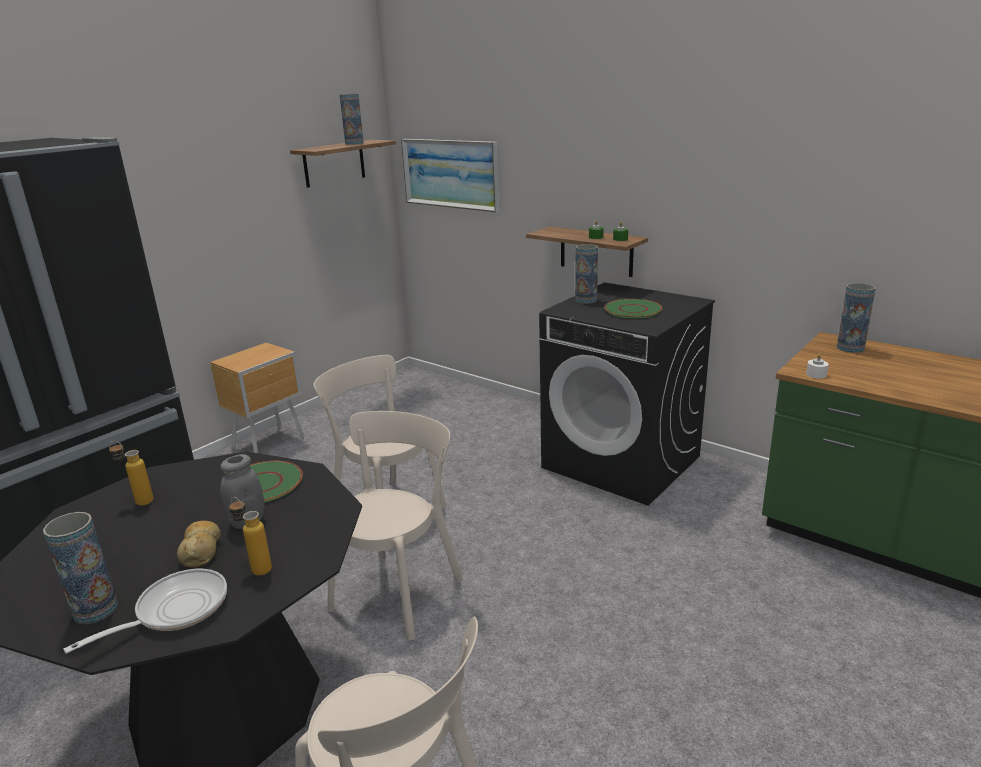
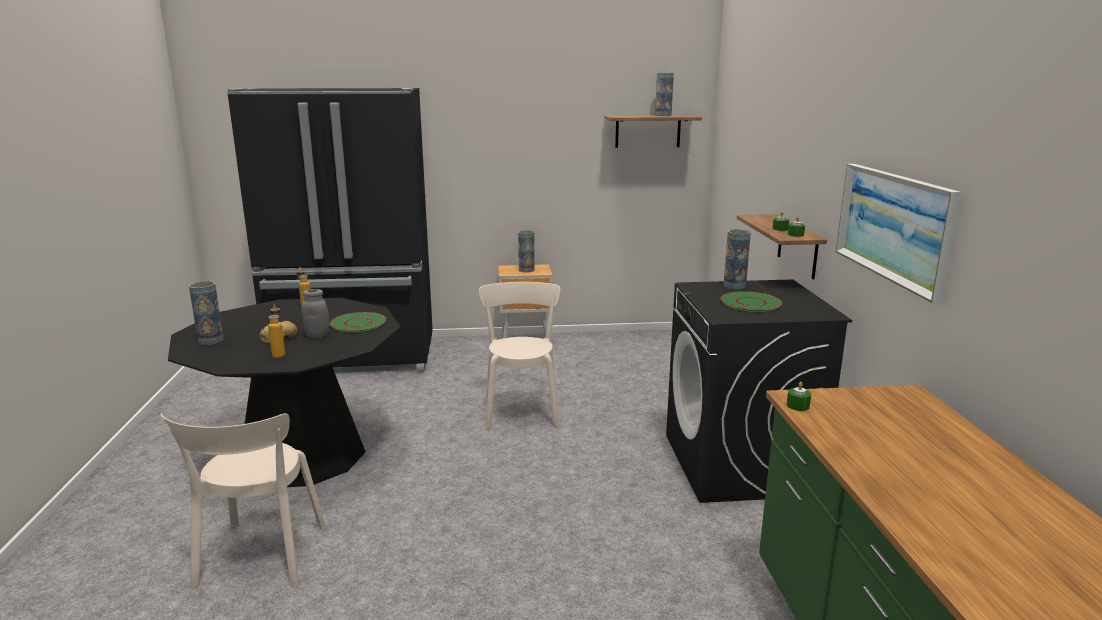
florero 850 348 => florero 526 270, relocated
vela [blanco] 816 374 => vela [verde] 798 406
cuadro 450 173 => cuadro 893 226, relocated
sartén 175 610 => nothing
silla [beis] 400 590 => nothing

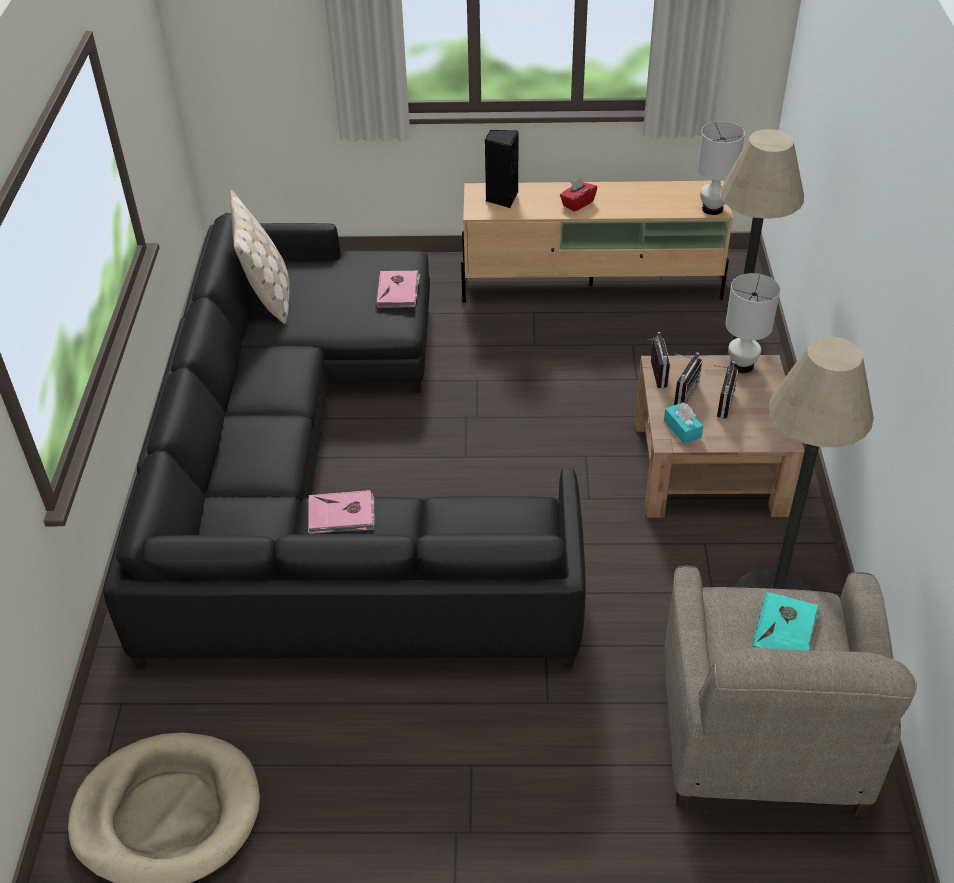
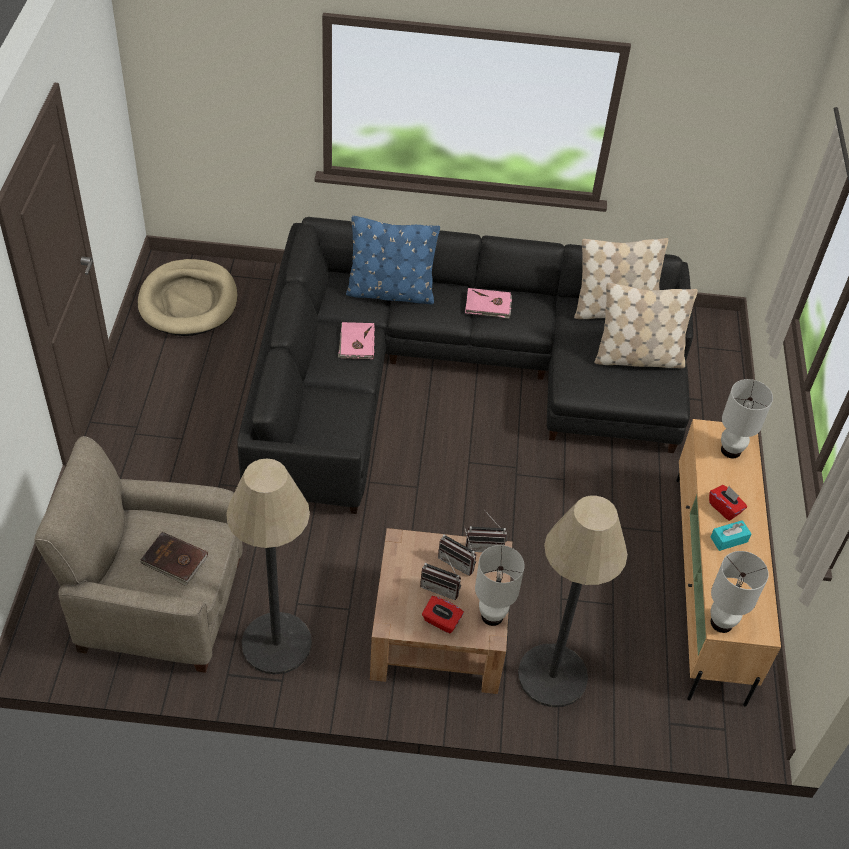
libro [turquesa] 786 630 => libro [marrón] 174 560
nothing => cojín [azul] 390 292
nothing => caja de pañuelos [rojo] 441 621
libro [rosa] 398 291 => libro [rosa] 488 305, relocated
nothing => cojín [beis] 638 357
caja de pañuelos [turquesa] 682 429 => caja de pañuelos [turquesa] 729 539, relocated
altavoz [negro] 501 198 => lámpara de mesa [blanco] 731 450

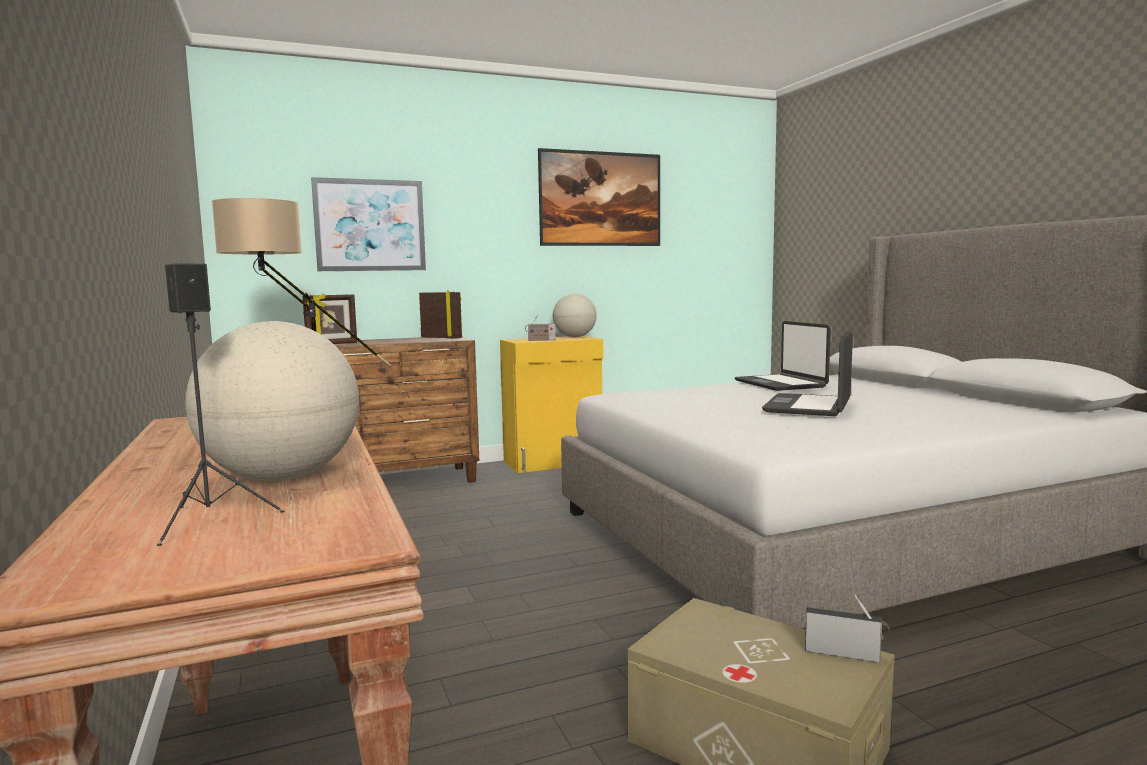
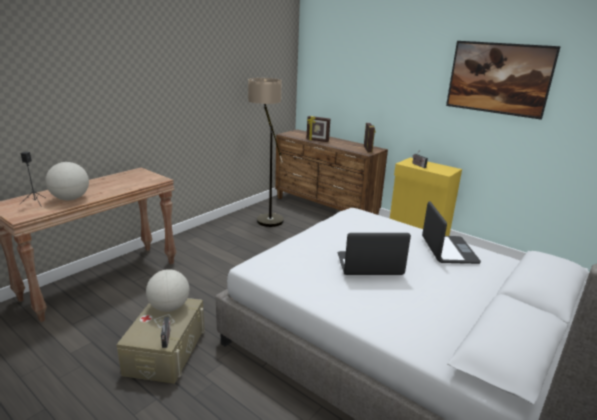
globo terráqueo 574 337 => globo terráqueo 169 307, relocated
portátil 780 384 => portátil 448 250, 135 degrees clockwise
cuadro 370 225 => nothing

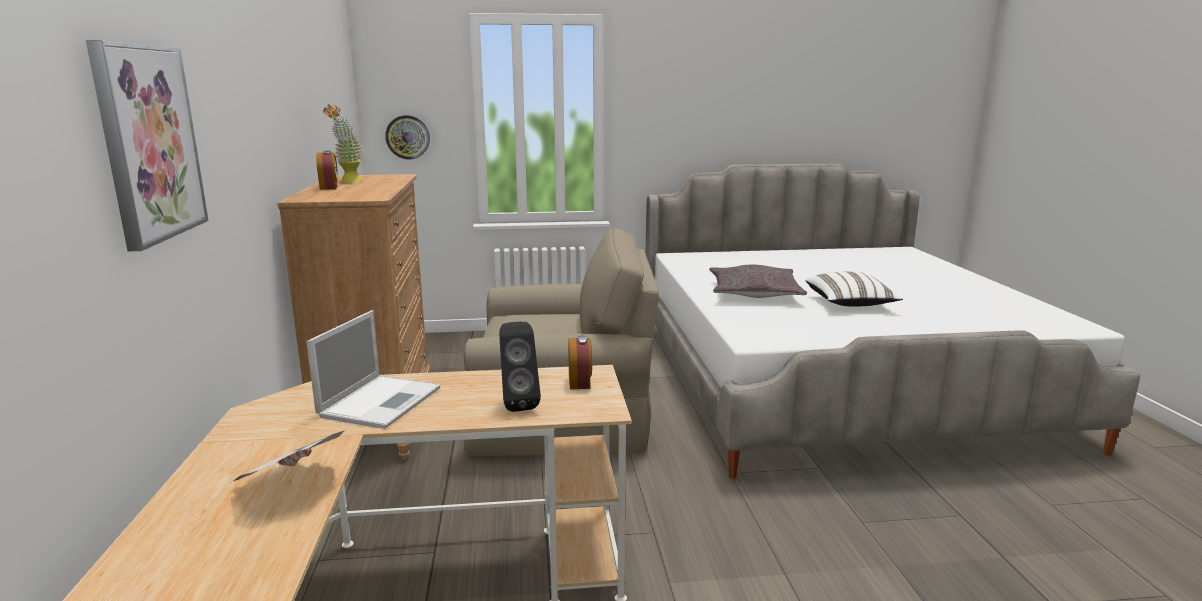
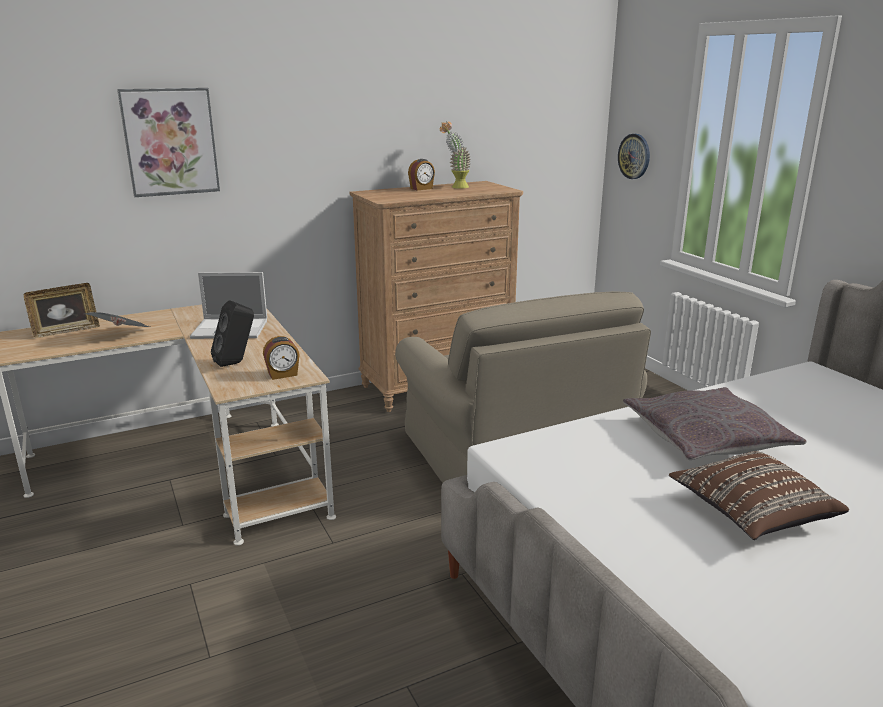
nothing => portarretratos 66 331
cojín [blanco] 850 304 => cojín [marrón] 751 513

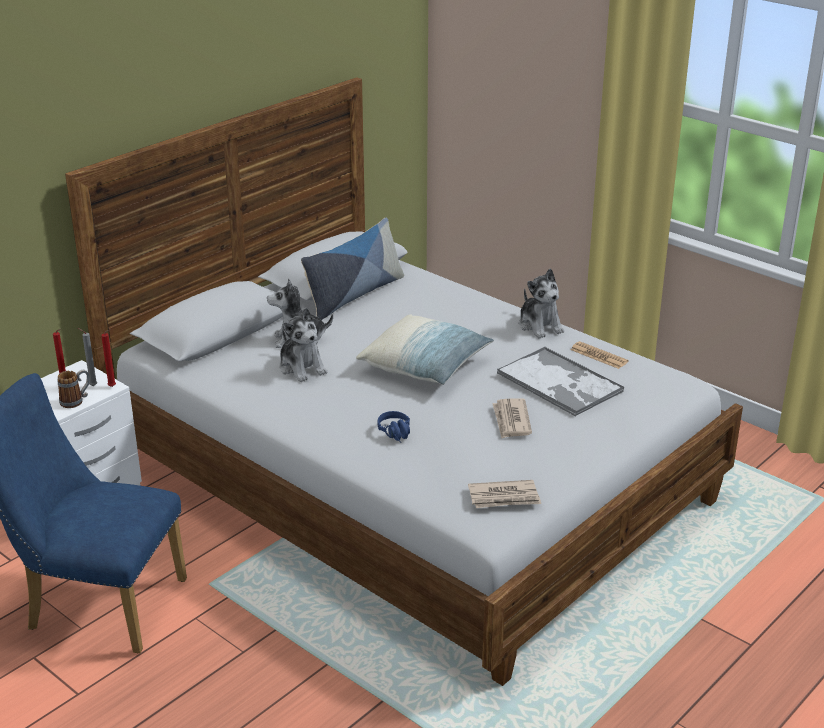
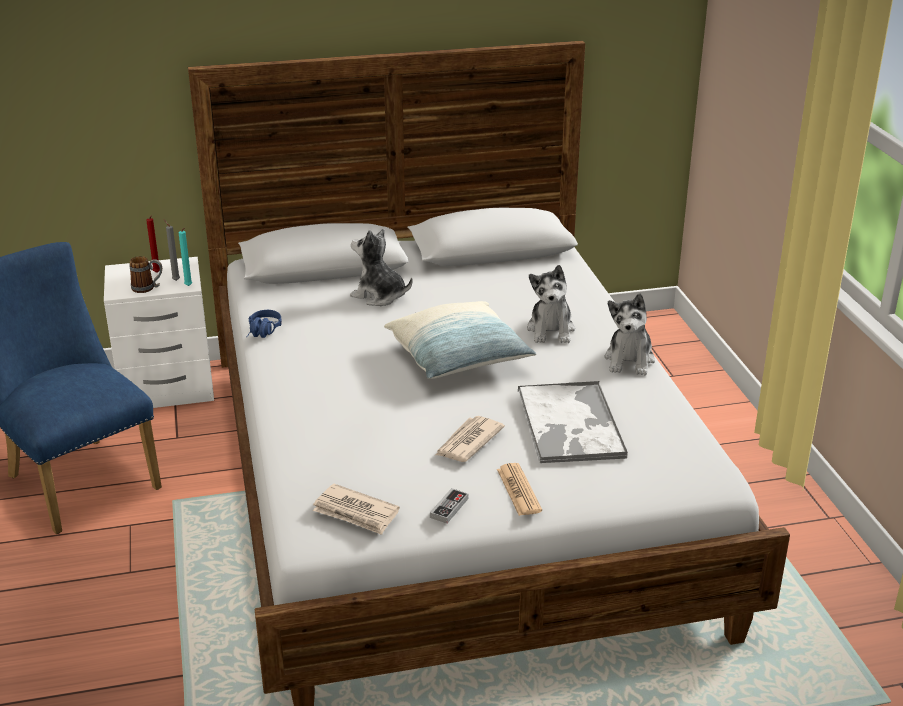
vela [rojo] 113 387 => vela [turquesa] 189 286
auriculares [azul] 397 435 => auriculares [azul] 263 333, relocated
nothing => mando de consola 449 508
periódico 599 356 => periódico 518 490, relocated
peluche 302 367 => peluche 551 330, relocated
cojín 354 295 => nothing

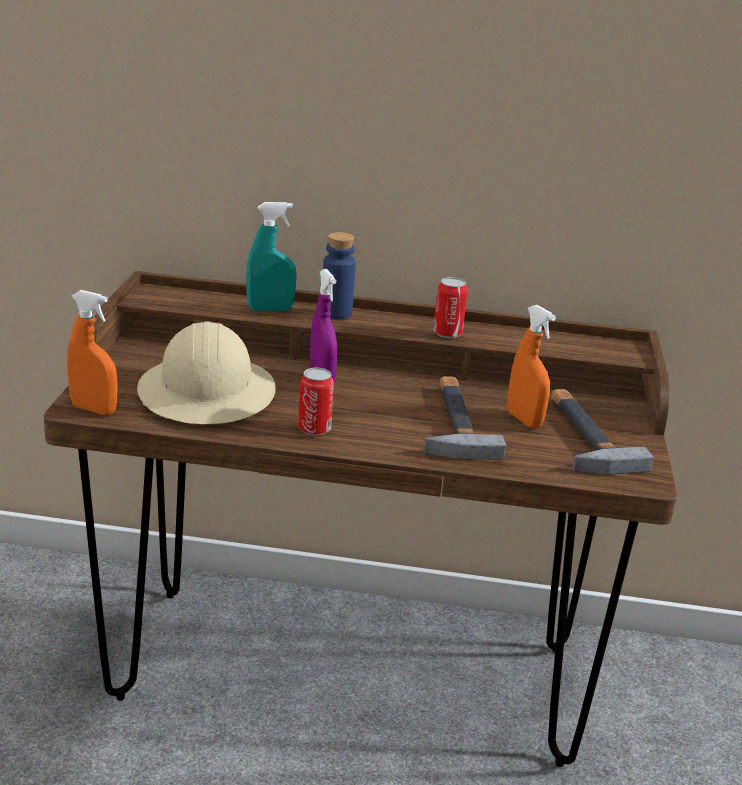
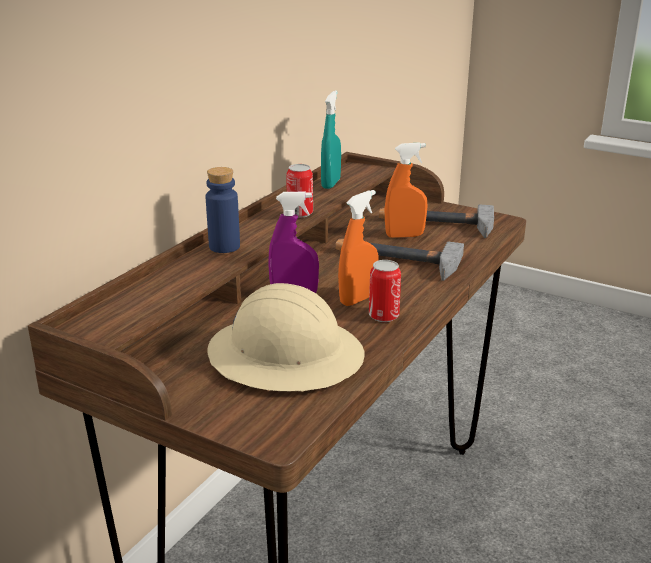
pulverizador [turquesa] 270 309 => pulverizador [turquesa] 331 184, relocated
pulverizador [naranja] 94 409 => pulverizador [naranja] 358 299, relocated

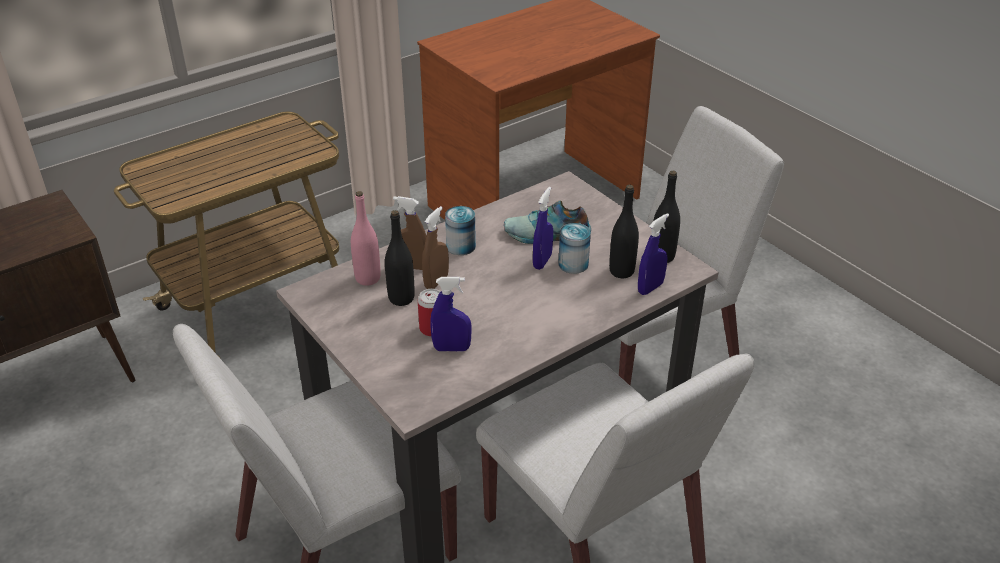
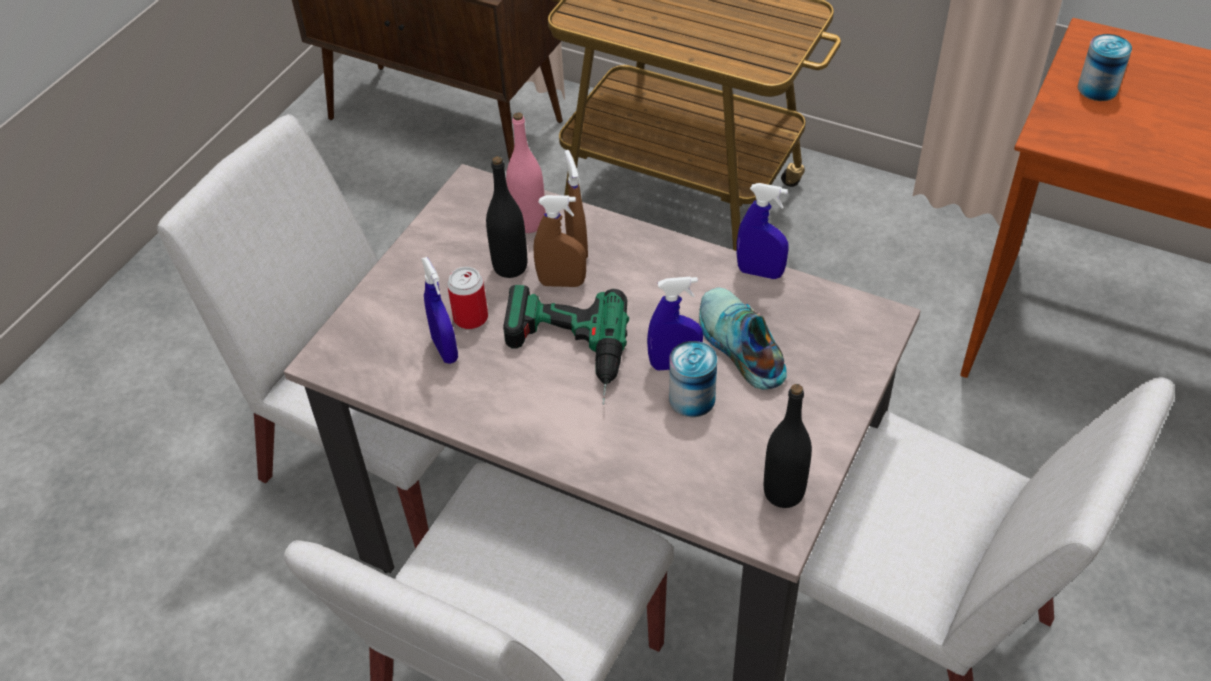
nothing => taladro 564 355
pulverizador [azul] 650 288 => pulverizador [azul] 760 272, relocated
lata 461 246 => lata 1097 89, relocated
botella [negro] 621 271 => nothing

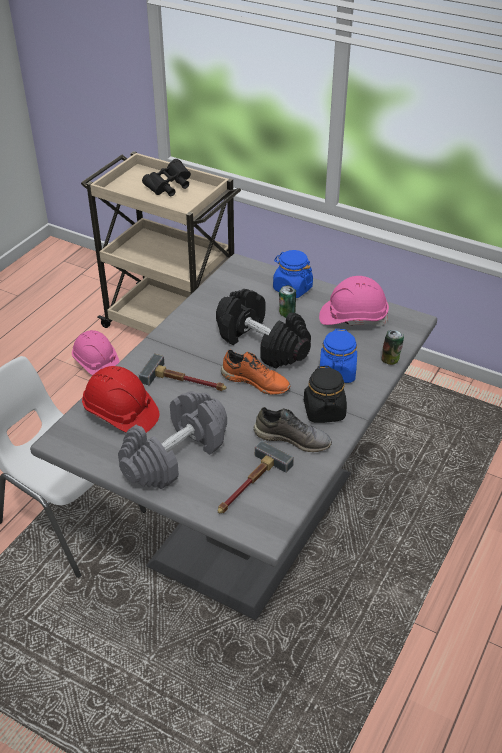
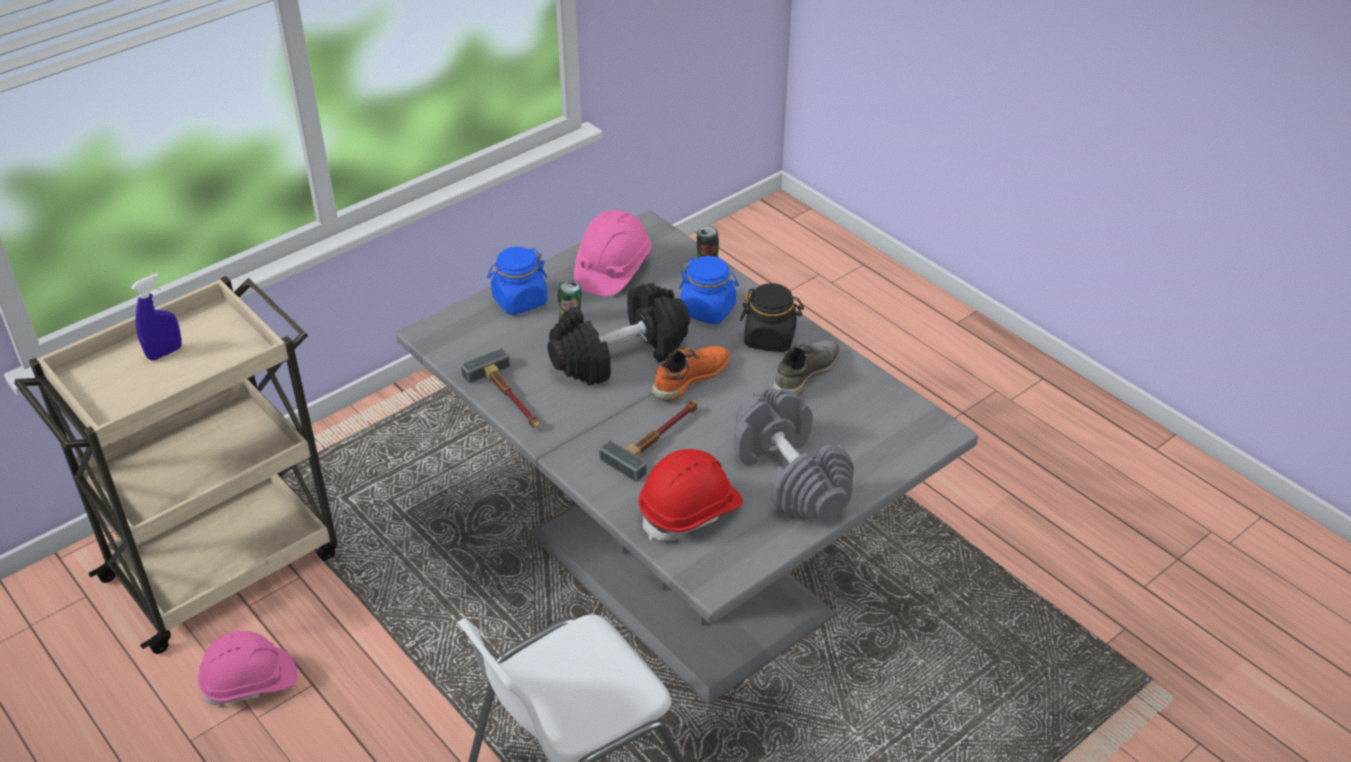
prismáticos [negro] 169 187 => pulverizador [azul] 165 353
martillo 249 485 => martillo 510 399, relocated

